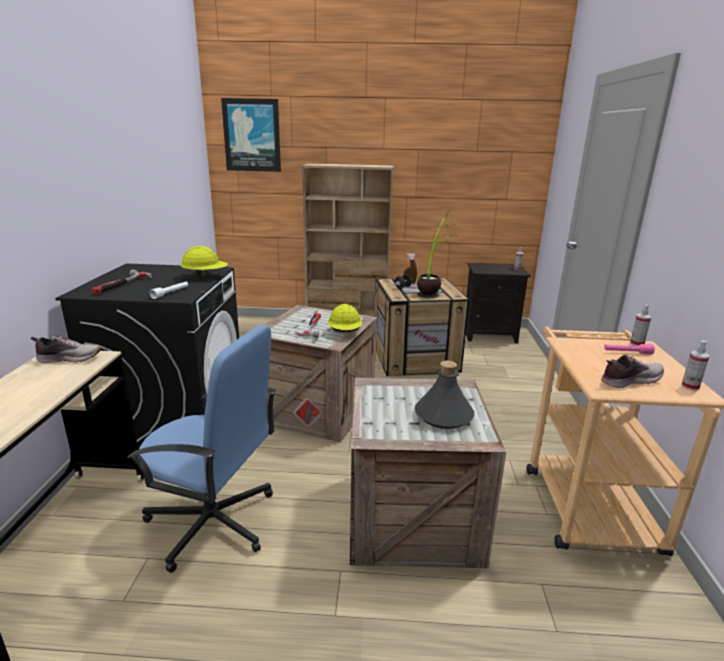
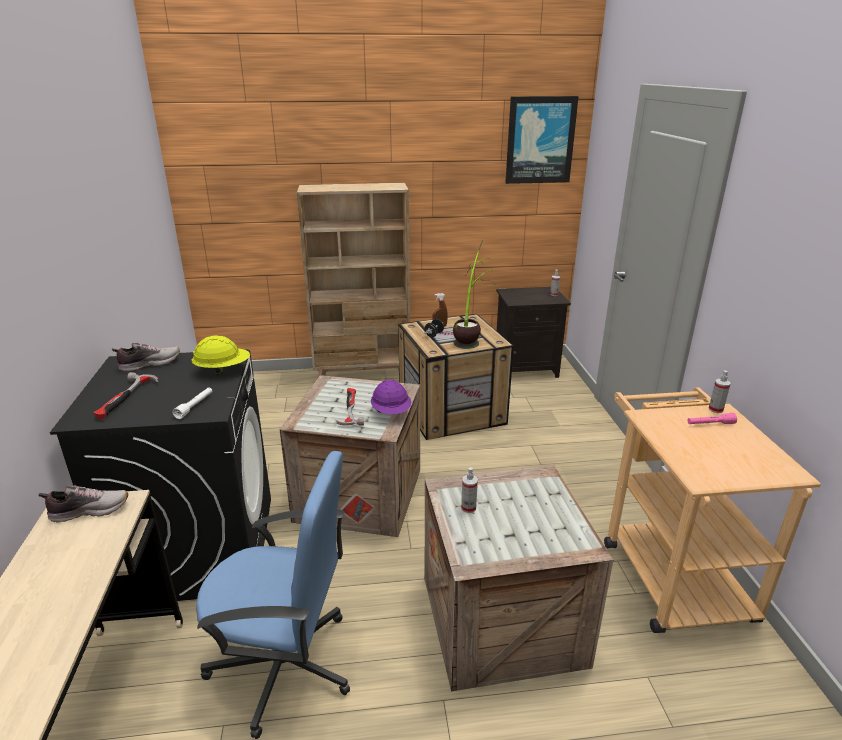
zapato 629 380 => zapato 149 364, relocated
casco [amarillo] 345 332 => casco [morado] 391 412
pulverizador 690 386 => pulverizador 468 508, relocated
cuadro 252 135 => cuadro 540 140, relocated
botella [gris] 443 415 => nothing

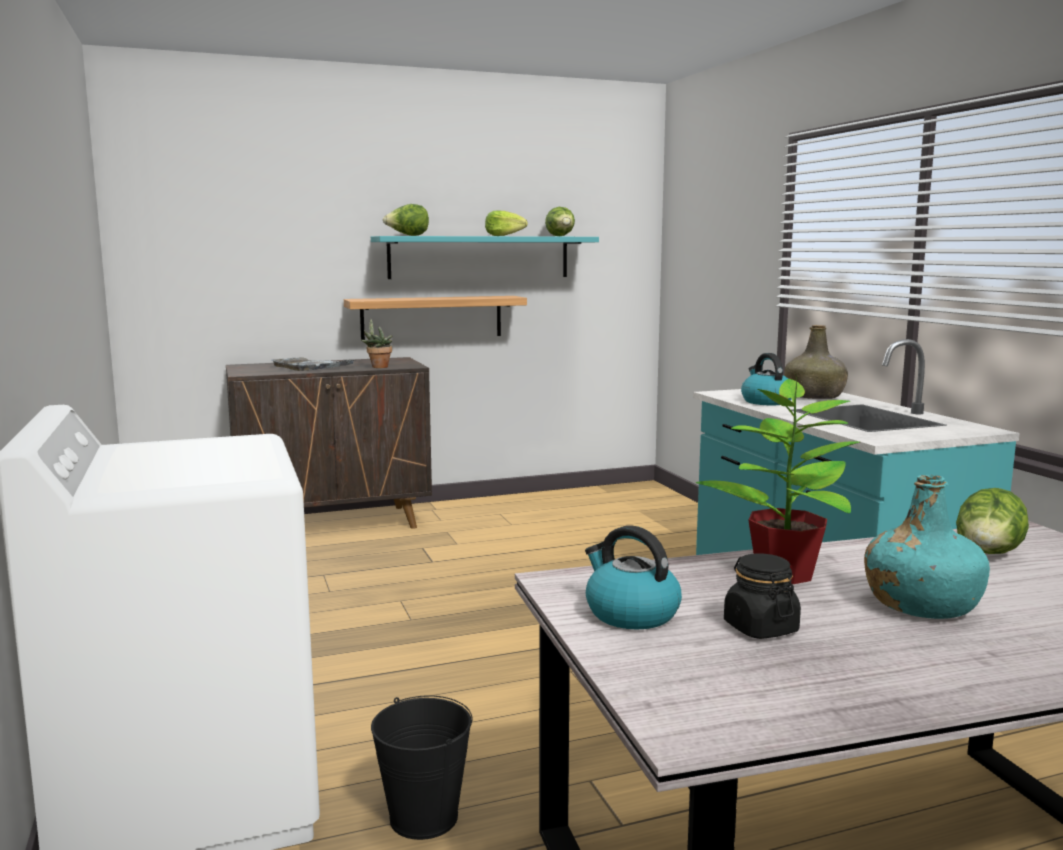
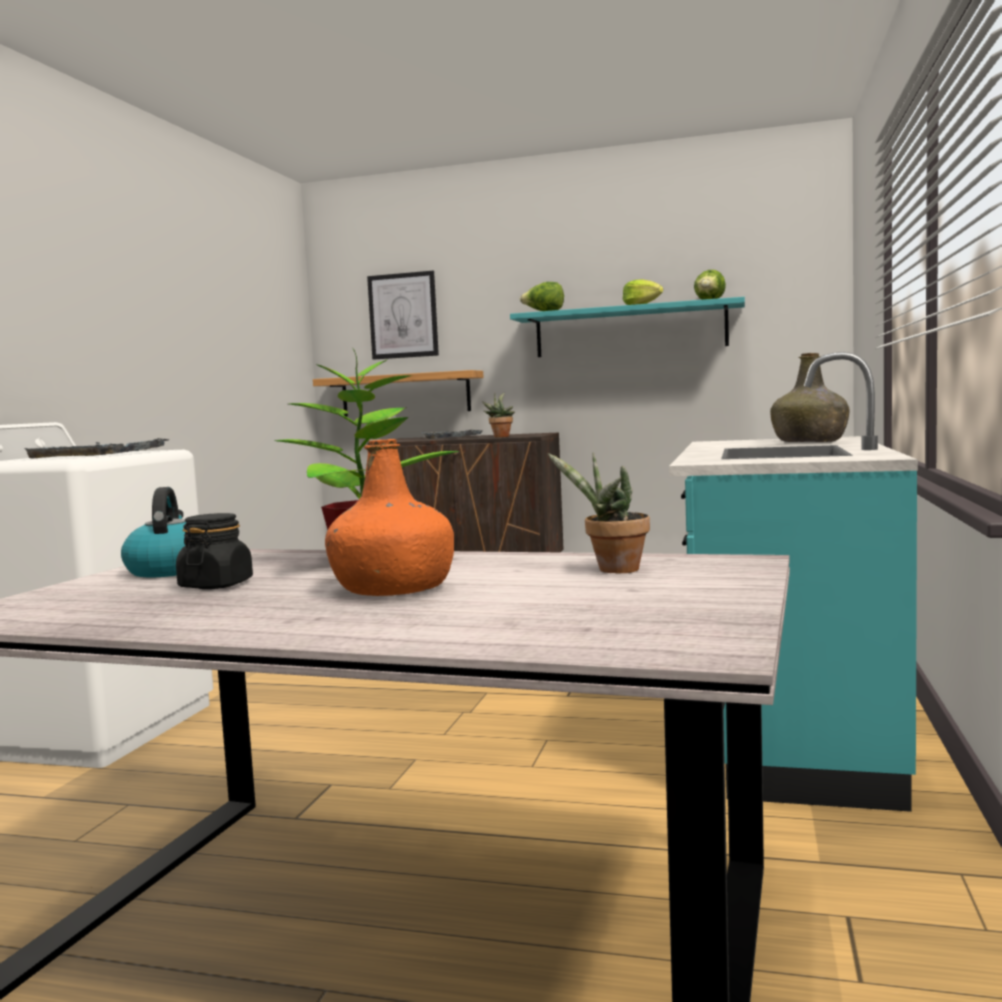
nothing => bandeja [gris] 96 455
estante 432 317 => estante 405 394, relocated
botella [turquesa] 921 605 => botella [naranja] 394 588
nothing => cuadro 403 315
lechuga 988 555 => planta en maceta 612 570
cubo [negro] 423 818 => nothing
hervidor 766 401 => nothing

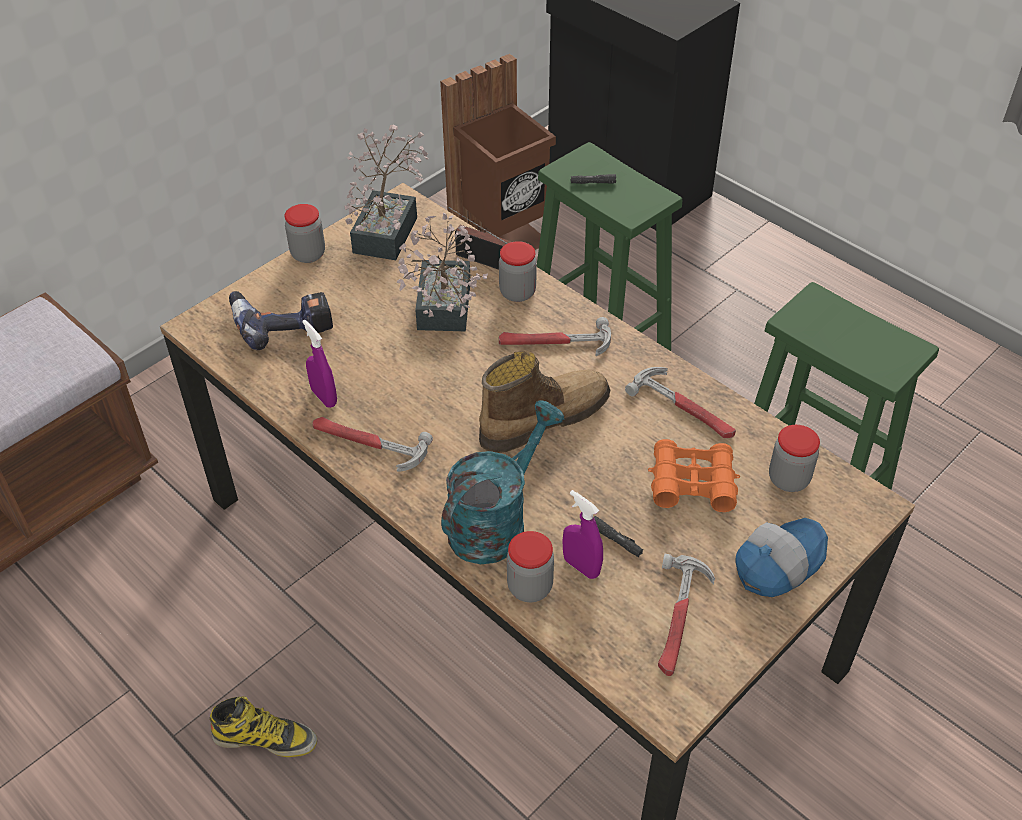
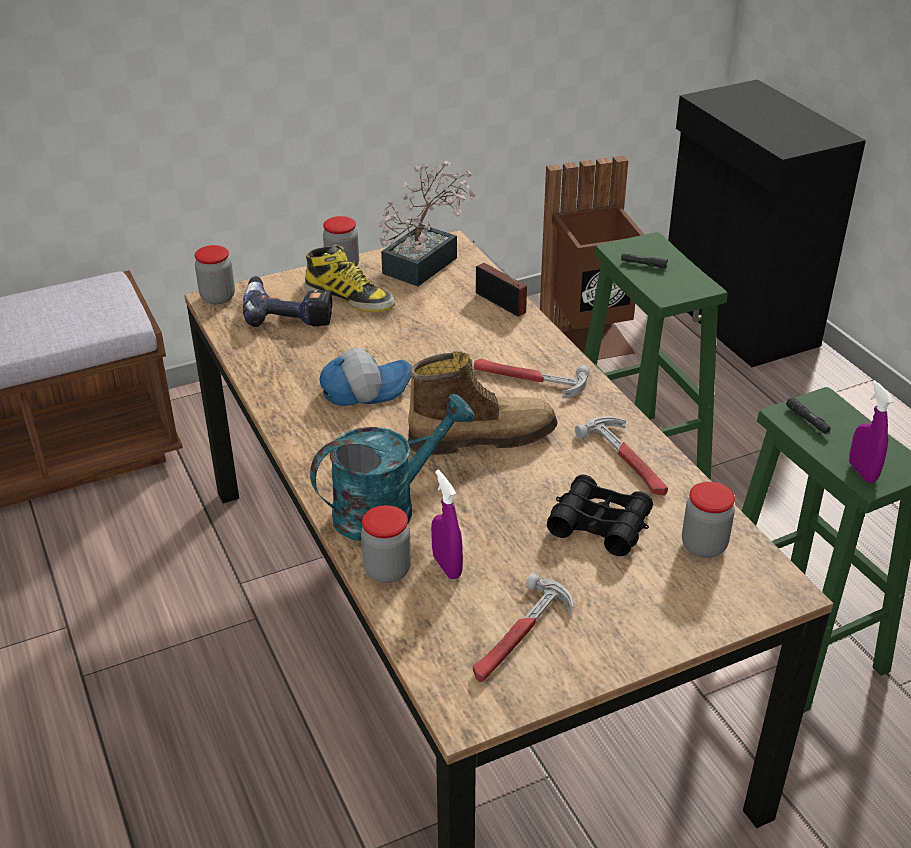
tarro 517 292 => tarro 218 297, relocated
bota 265 738 => bota 350 298, relocated
gorra 777 563 => gorra 365 389, relocated
prismáticos [naranja] 692 483 => prismáticos [negro] 599 524
linterna [negro] 616 540 => linterna [negro] 808 420, relocated
pulverizador [morado] 324 397 => pulverizador [morado] 862 472, relocated
martillo 368 444 => nothing
planta en maceta 442 312 => nothing

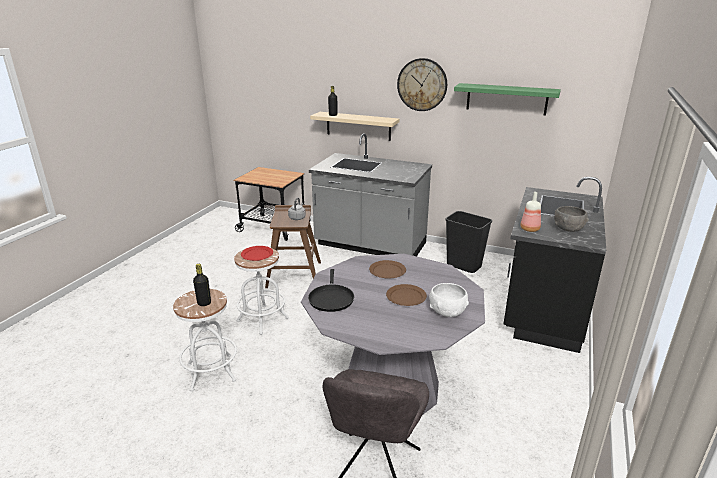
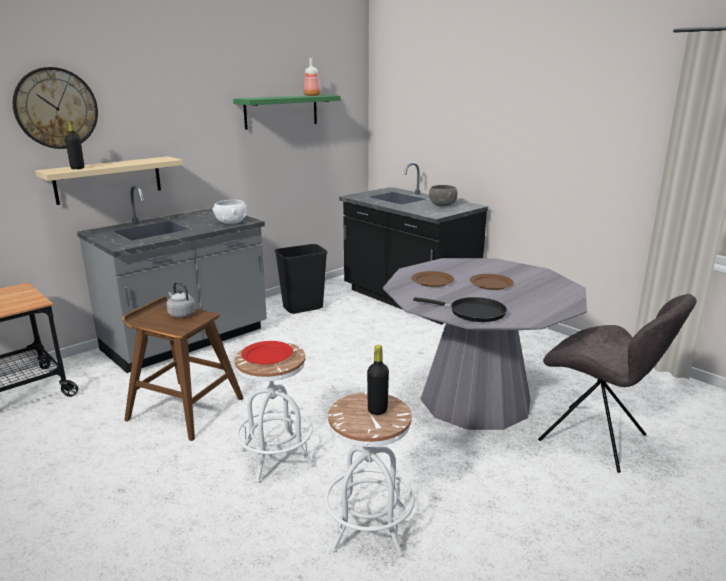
reloj de pared 422 85 => reloj de pared 56 108, relocated
cuenco [blanco] 447 312 => cuenco [blanco] 231 222, relocated
botella 530 229 => botella 312 95, relocated

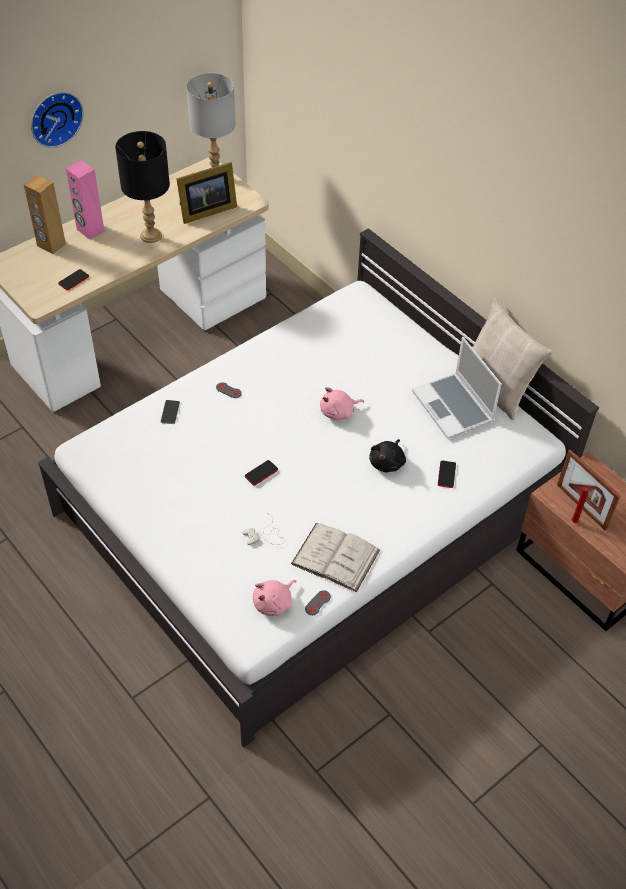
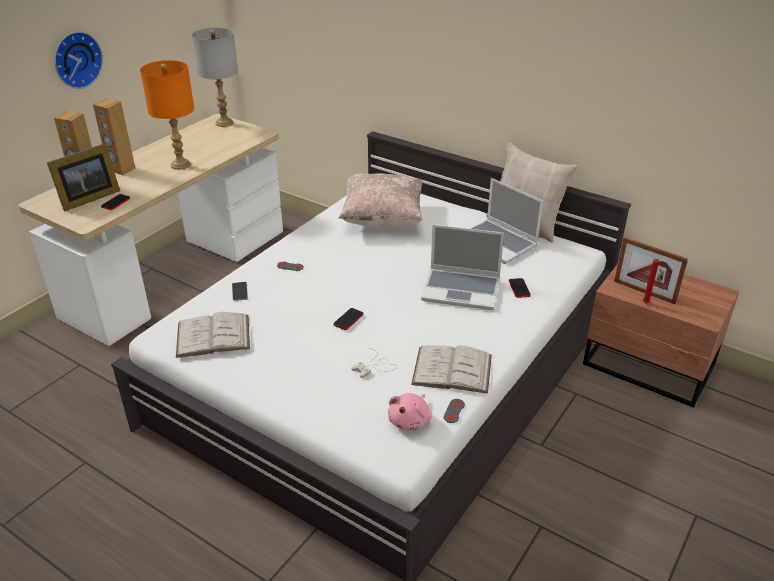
portarretratos 205 211 => portarretratos 87 199, relocated
altavoz [rosa] 90 230 => altavoz [marrón] 121 169
lámpara de mesa [negro] 151 236 => lámpara de mesa [naranja] 181 165
nothing => libro [blanco] 213 336
nothing => cojín [beis] 382 219
peluche [negro] 387 462 => portátil 462 290
peluche [rosa] 339 412 => nothing

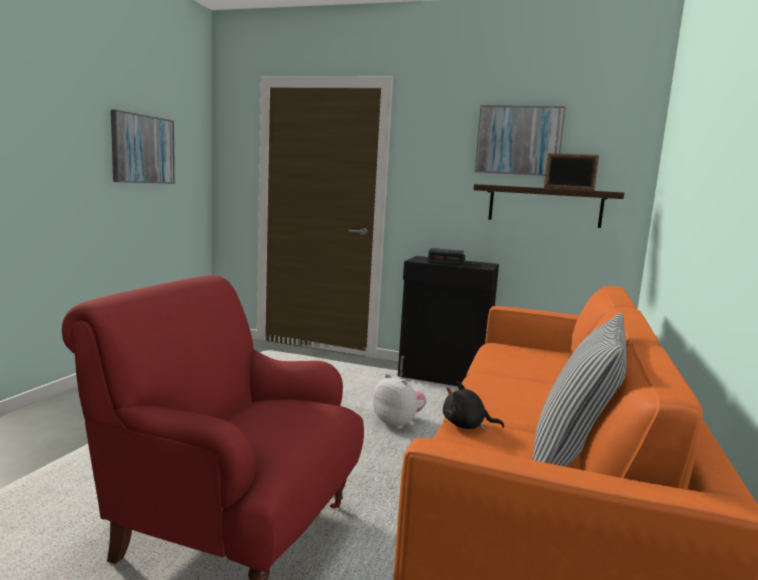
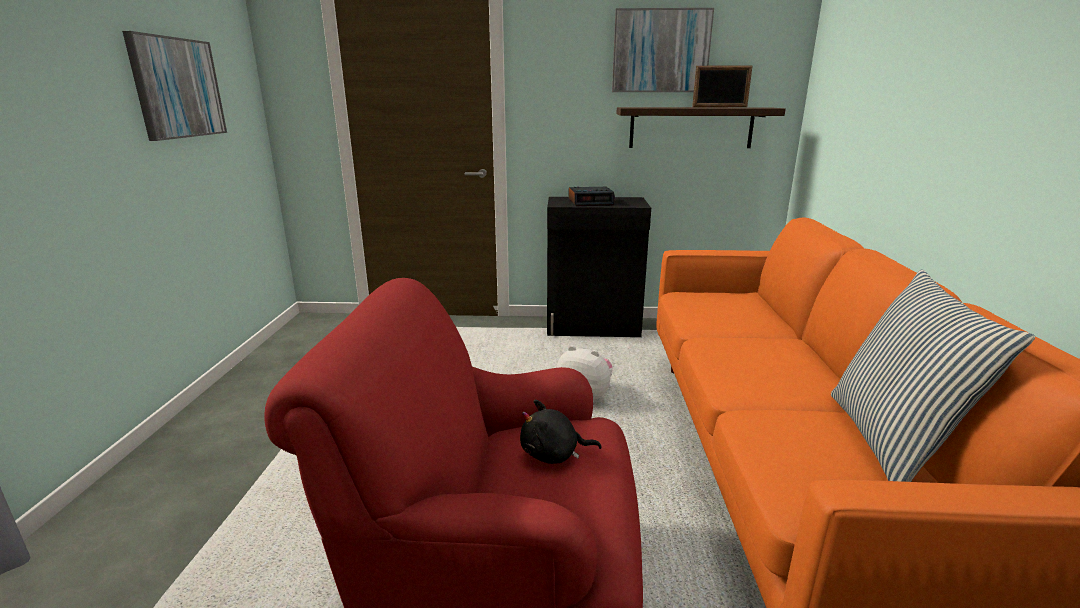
peluche [negro] 466 425 => peluche [negro] 553 454, relocated

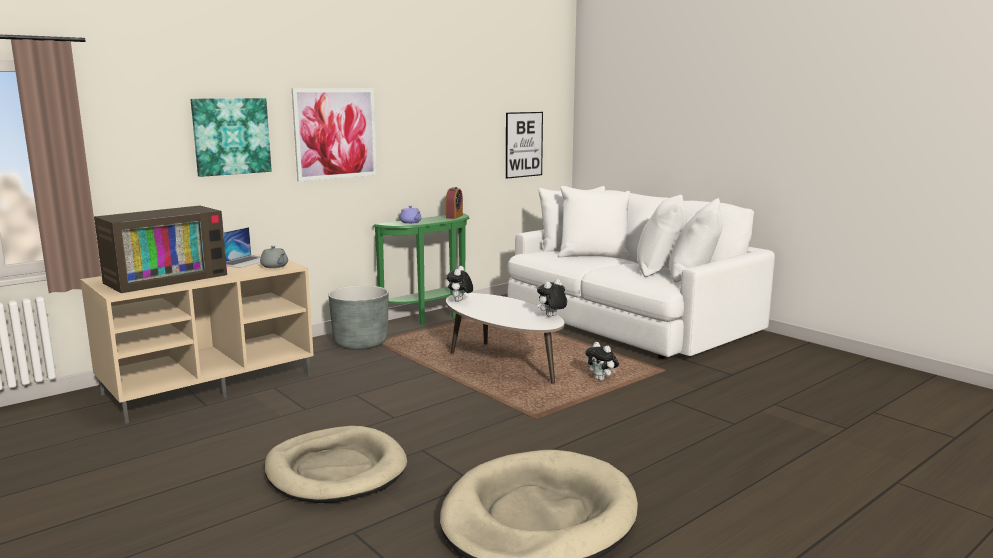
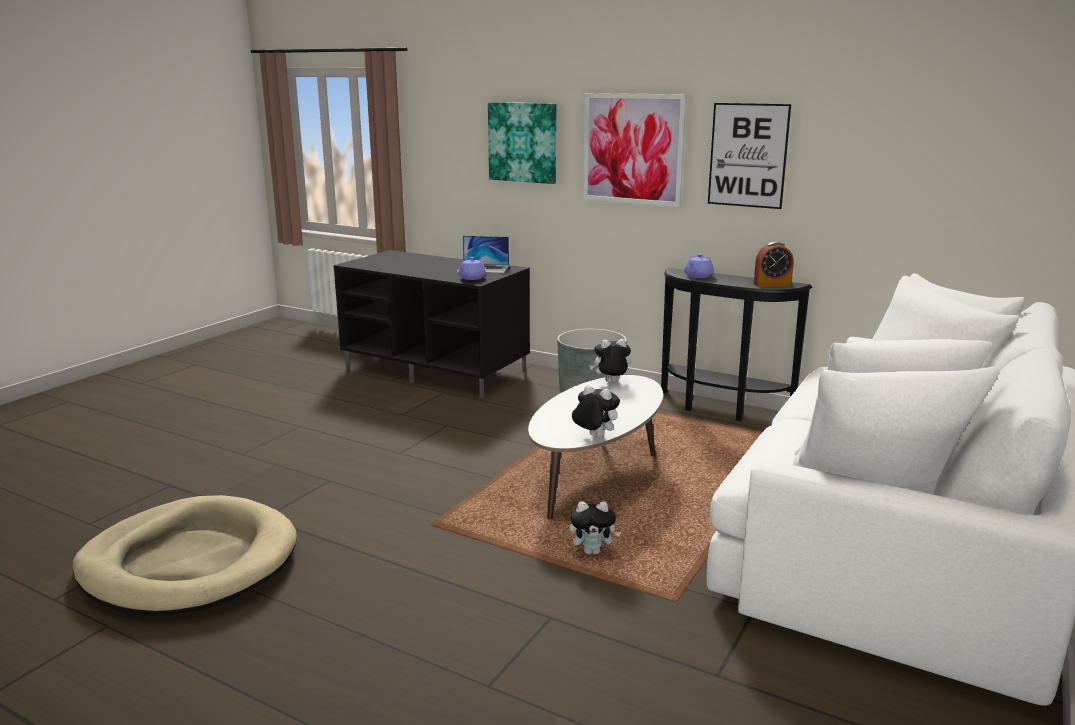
mueble de televisión [beis] 209 384 => mueble de televisión [negro] 437 370
tetera [gris] 275 266 => tetera [morado] 471 278
peluche 601 379 => peluche 593 551, 120 degrees counterclockwise
mesa consola [verde] 431 317 => mesa consola [negro] 720 409
cuadro 524 144 => cuadro 748 155, relocated
televisor 166 278 => nothing
cama para perro [beis] 336 470 => nothing

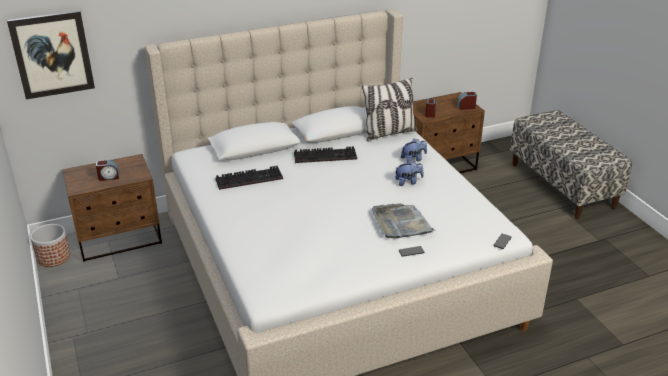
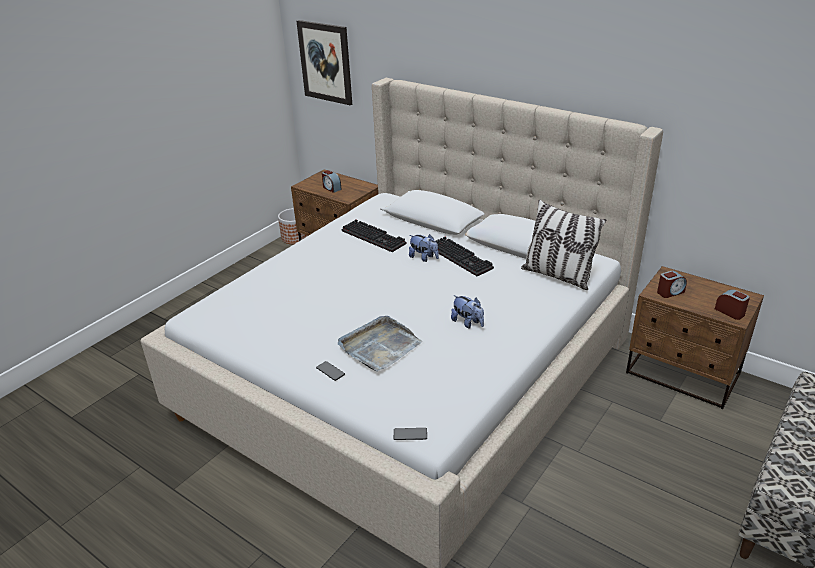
peluche 413 159 => peluche 424 258, relocated

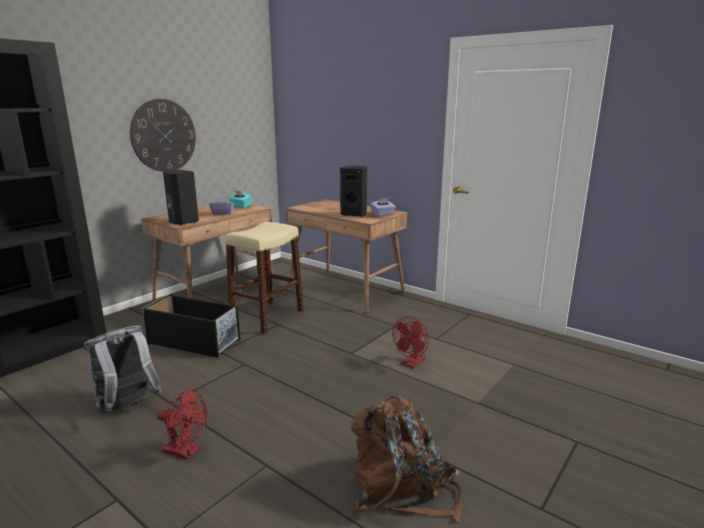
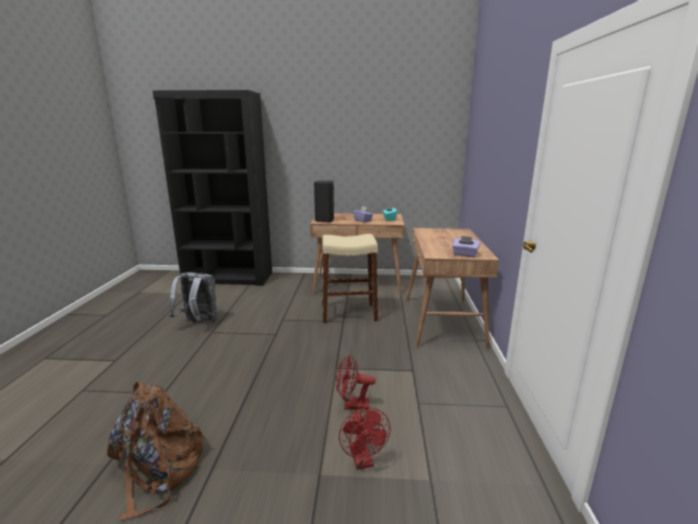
ventilador [rojo] 186 451 => ventilador [rojo] 363 461, relocated
reloj de pared 163 136 => nothing
caja de almacenaje [negro] 195 342 => nothing
altavoz [negro] 354 214 => nothing

